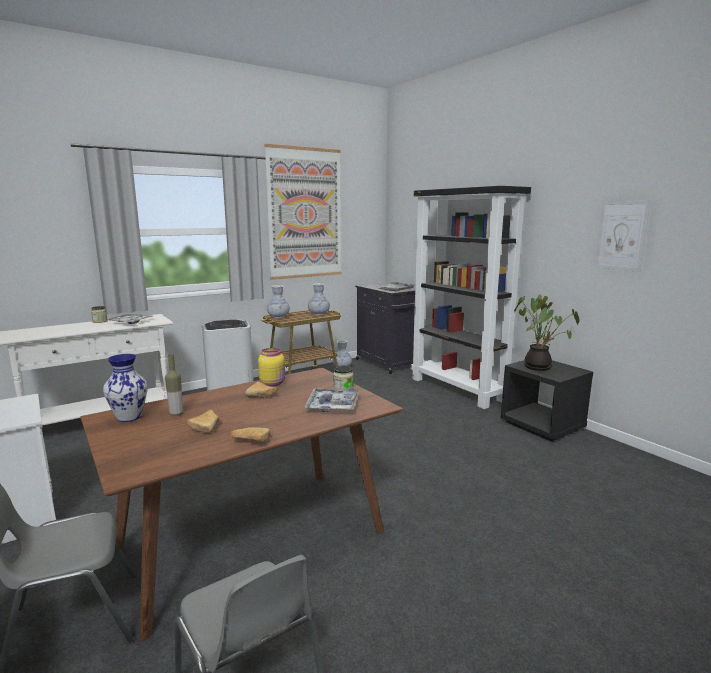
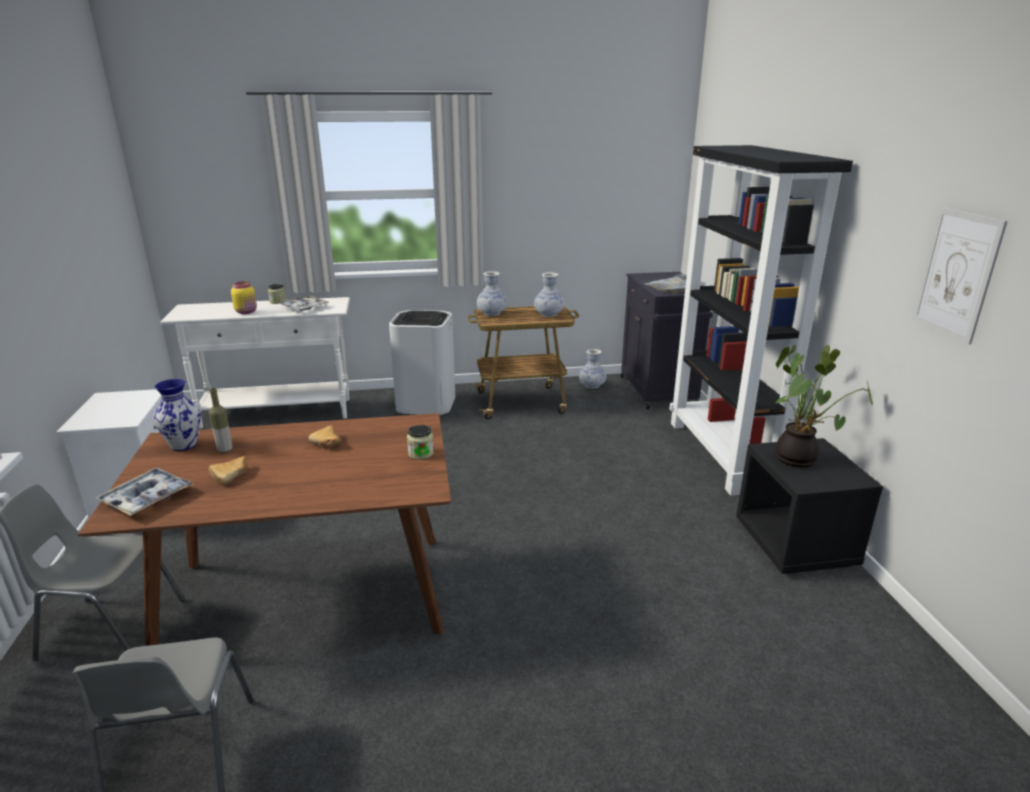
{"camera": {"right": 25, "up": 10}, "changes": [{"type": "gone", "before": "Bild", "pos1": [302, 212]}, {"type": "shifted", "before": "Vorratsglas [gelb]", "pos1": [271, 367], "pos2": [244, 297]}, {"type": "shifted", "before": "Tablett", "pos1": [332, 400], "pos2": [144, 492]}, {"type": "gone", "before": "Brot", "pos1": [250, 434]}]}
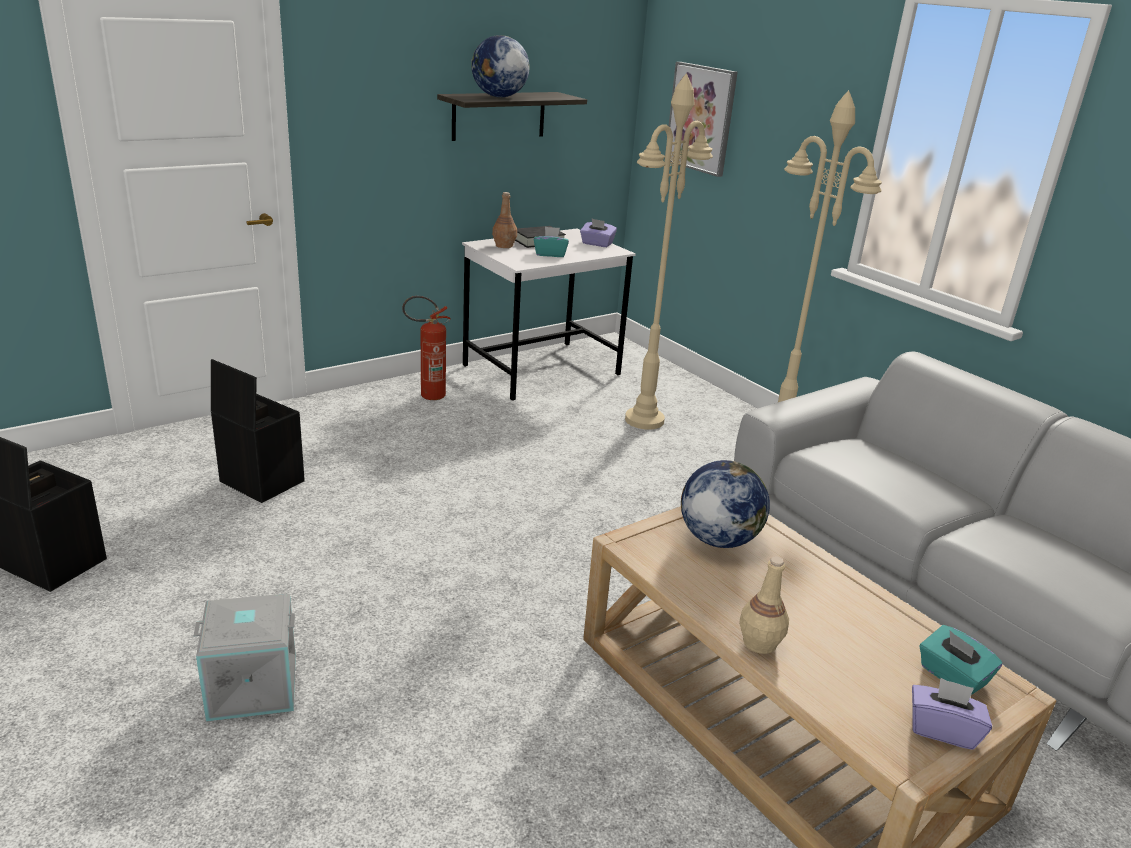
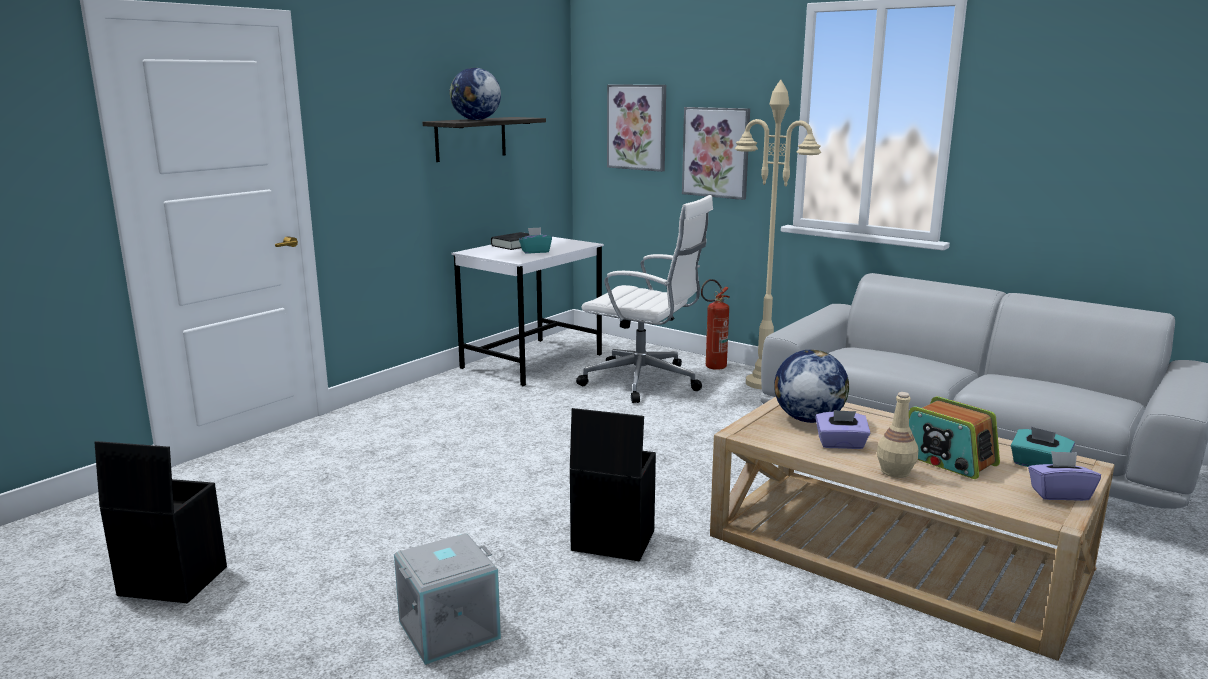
{"camera": {"right": -15, "up": -10}, "changes": [{"type": "swapped", "before": "Stehlampe [beige]", "after": "Bürostuhl [weiß]", "pos1": [669, 251], "pos2": [644, 299]}, {"type": "gone", "before": "Flasche [braun]", "pos1": [504, 220]}, {"type": "shifted", "before": "Taschentuchbox [lila]", "pos1": [598, 232], "pos2": [843, 429]}, {"type": "shifted", "before": "Feuerlöscher", "pos1": [426, 348], "pos2": [715, 324]}, {"type": "shifted", "before": "Aufbewahrungsbox [schwarz]", "pos1": [258, 431], "pos2": [613, 484]}, {"type": "new", "after": "Bild", "pos2": [716, 153]}, {"type": "new", "after": "Radio", "pos2": [954, 437]}]}
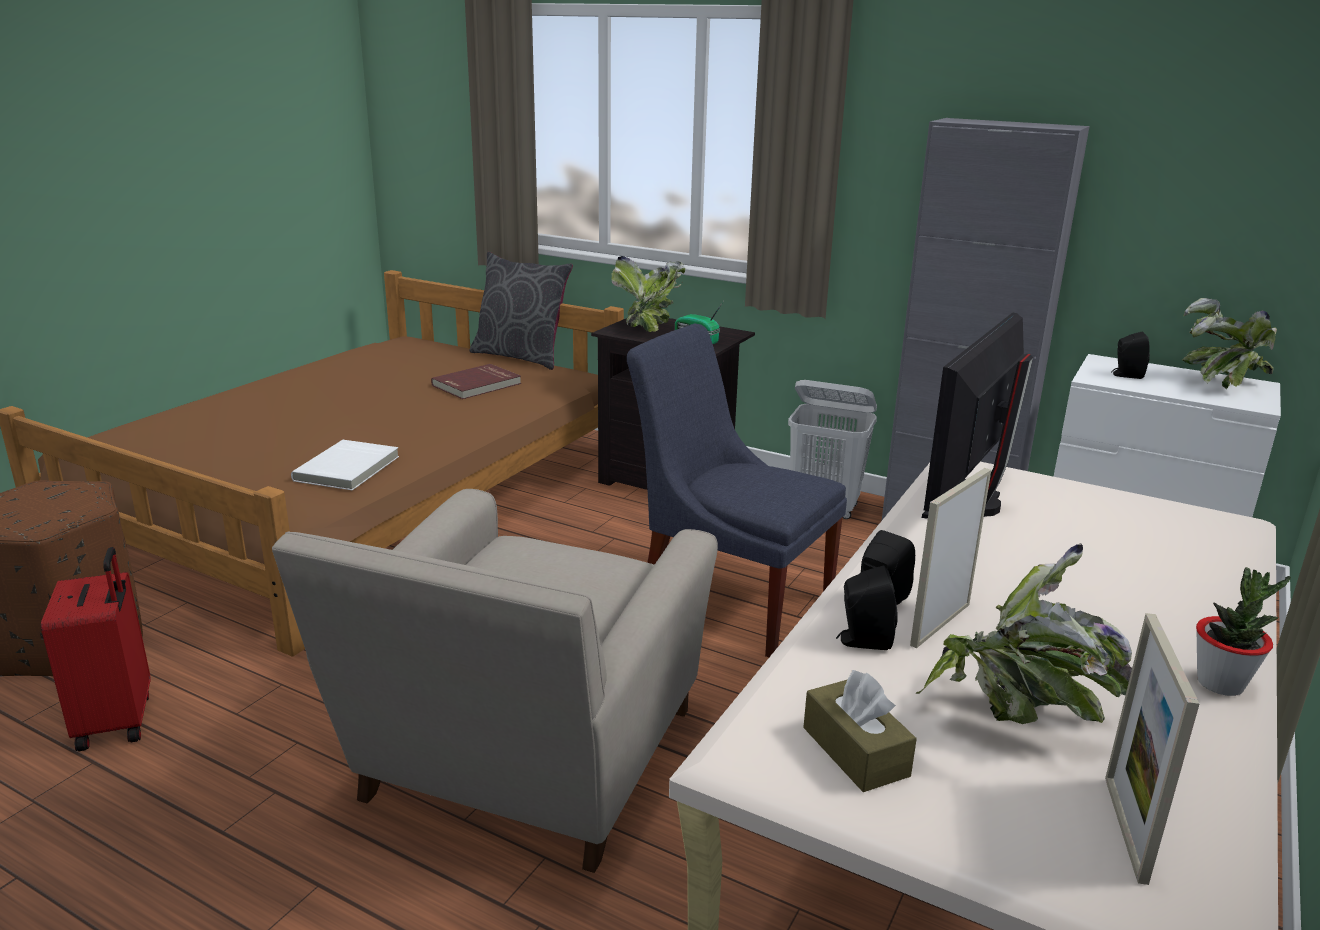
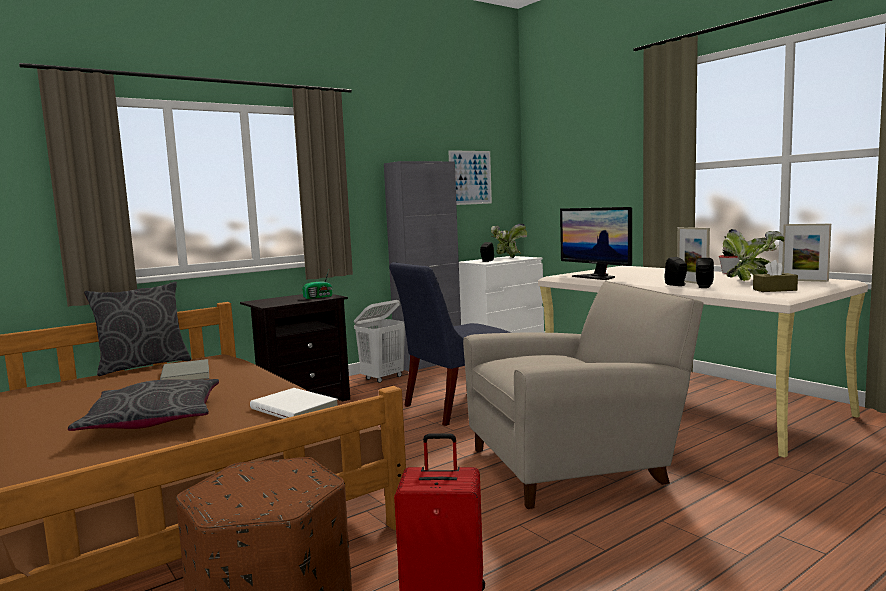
{"camera": {"right": -65, "up": -15}, "changes": [{"type": "gone", "before": "Topfpflanze", "pos1": [648, 294]}, {"type": "repainted", "before": "Buch [rot]", "after": "Buch [grau]", "pos1": [476, 381], "pos2": [184, 369]}, {"type": "rotated", "before": "Sessel [beige]", "pos1": [495, 681], "pos2": [583, 395], "turn": -60}, {"type": "new", "after": "Bild", "pos2": [470, 177]}, {"type": "new", "after": "Kissen [grau]", "pos2": [143, 405]}]}
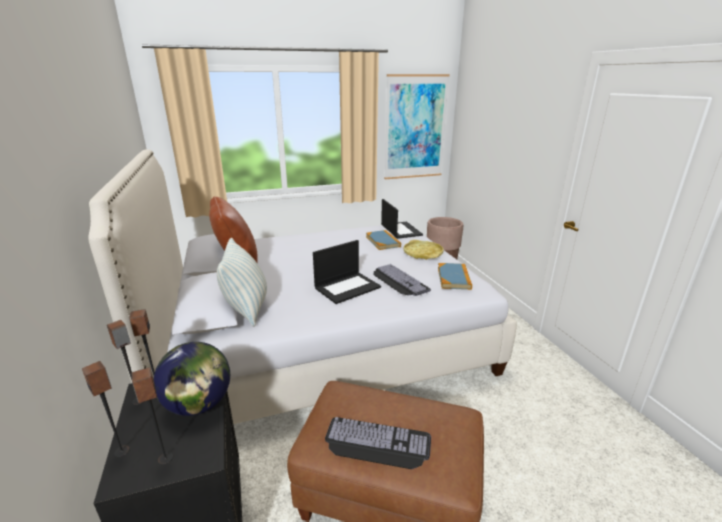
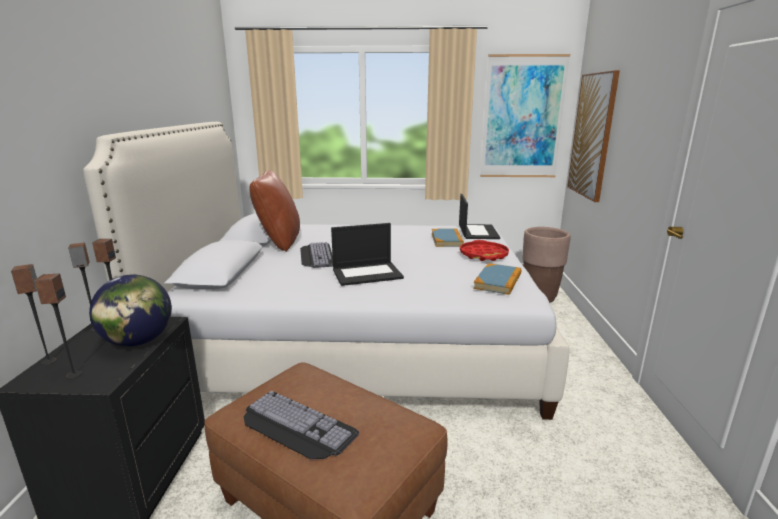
{"camera": {"right": 20, "up": -5}, "changes": [{"type": "gone", "before": "Kissen", "pos1": [242, 282]}, {"type": "repainted", "before": "Tablett [gelb]", "after": "Tablett [rot]", "pos1": [424, 250], "pos2": [484, 250]}, {"type": "shifted", "before": "Tastatur", "pos1": [402, 280], "pos2": [316, 255]}, {"type": "new", "after": "Bild", "pos2": [593, 136]}]}
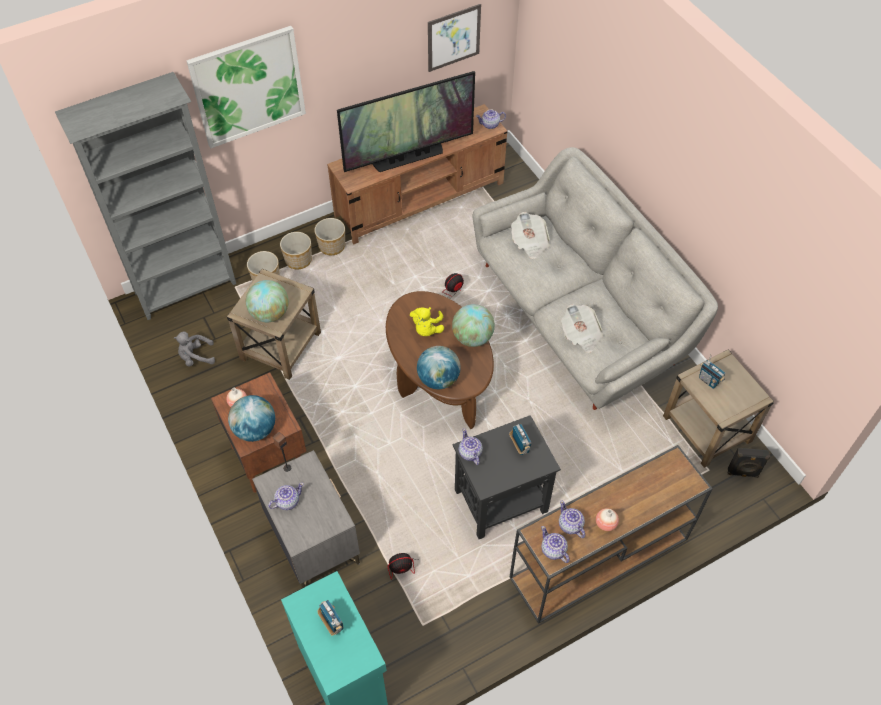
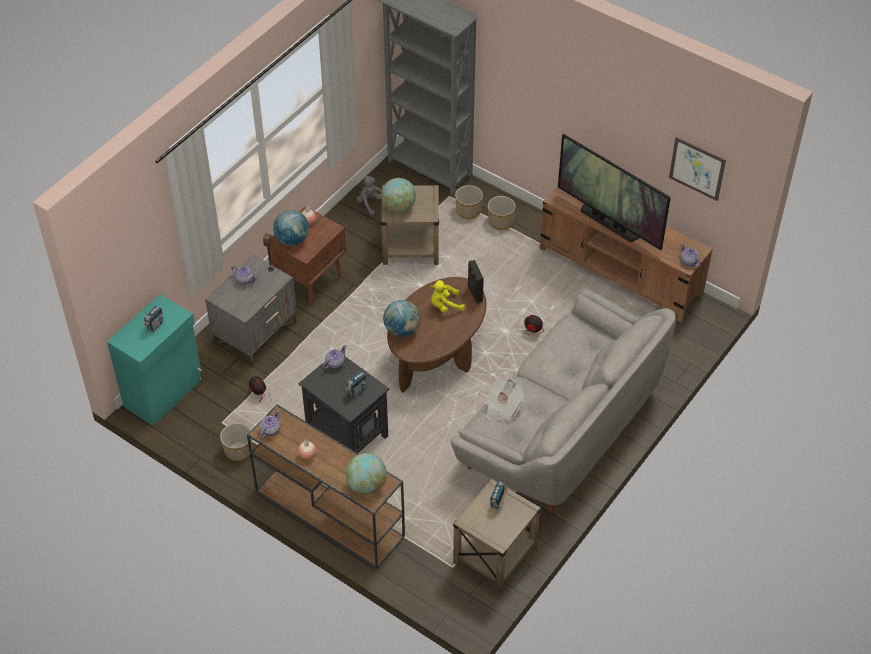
{"camera": {"right": 65, "up": -5}, "changes": [{"type": "gone", "before": "Bild", "pos1": [246, 87]}, {"type": "gone", "before": "Zeitung", "pos1": [530, 235]}, {"type": "shifted", "before": "Pflanzkübel", "pos1": [329, 236], "pos2": [236, 442]}, {"type": "shifted", "before": "Globus", "pos1": [473, 325], "pos2": [366, 474]}, {"type": "shifted", "before": "Lautsprecher [schwarz]", "pos1": [749, 463], "pos2": [476, 282]}, {"type": "gone", "before": "Teekanne", "pos1": [572, 519]}]}
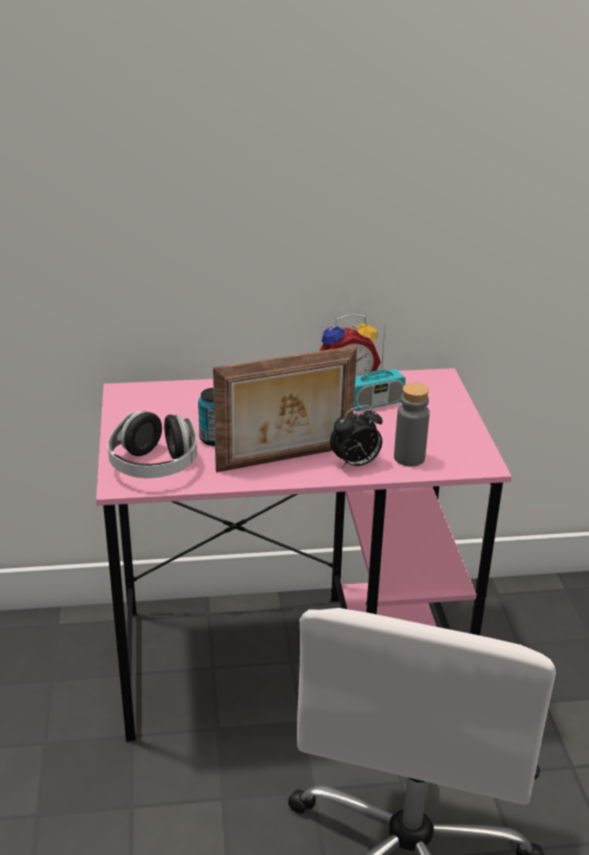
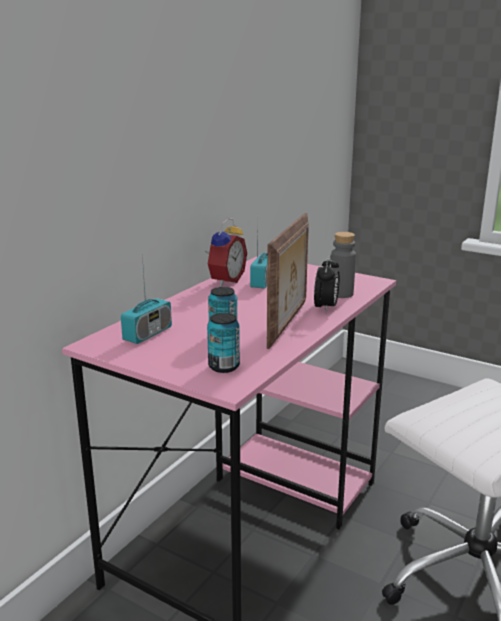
{"camera": {"right": -50, "up": -10}, "changes": [{"type": "swapped", "before": "Kopfhörer", "after": "Dose", "pos1": [152, 444], "pos2": [223, 343]}, {"type": "new", "after": "Radio", "pos2": [146, 299]}]}
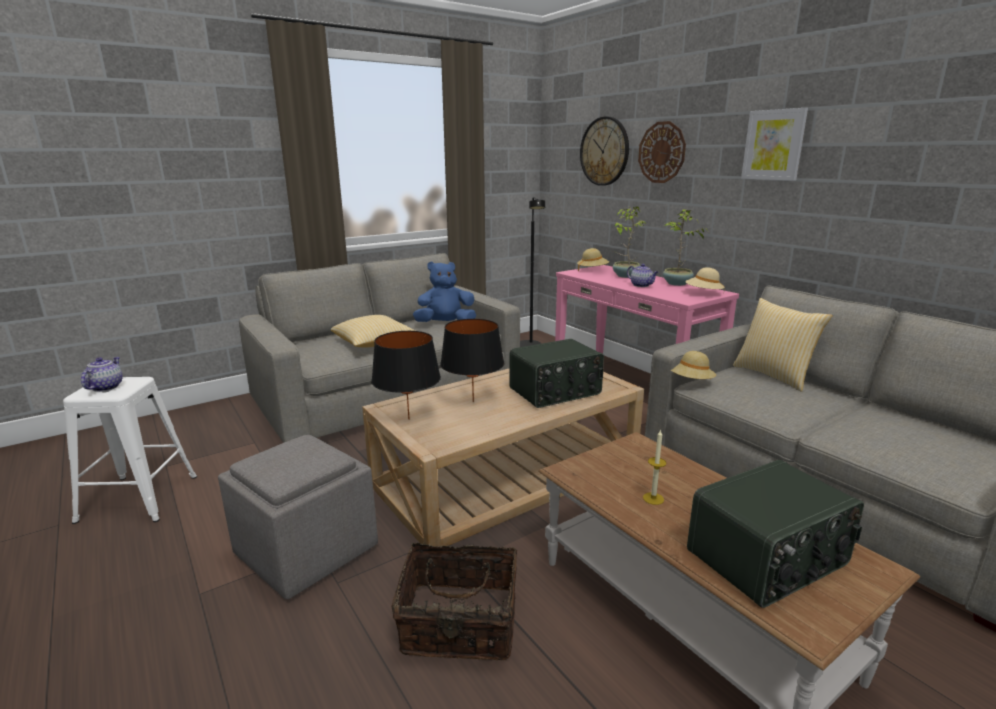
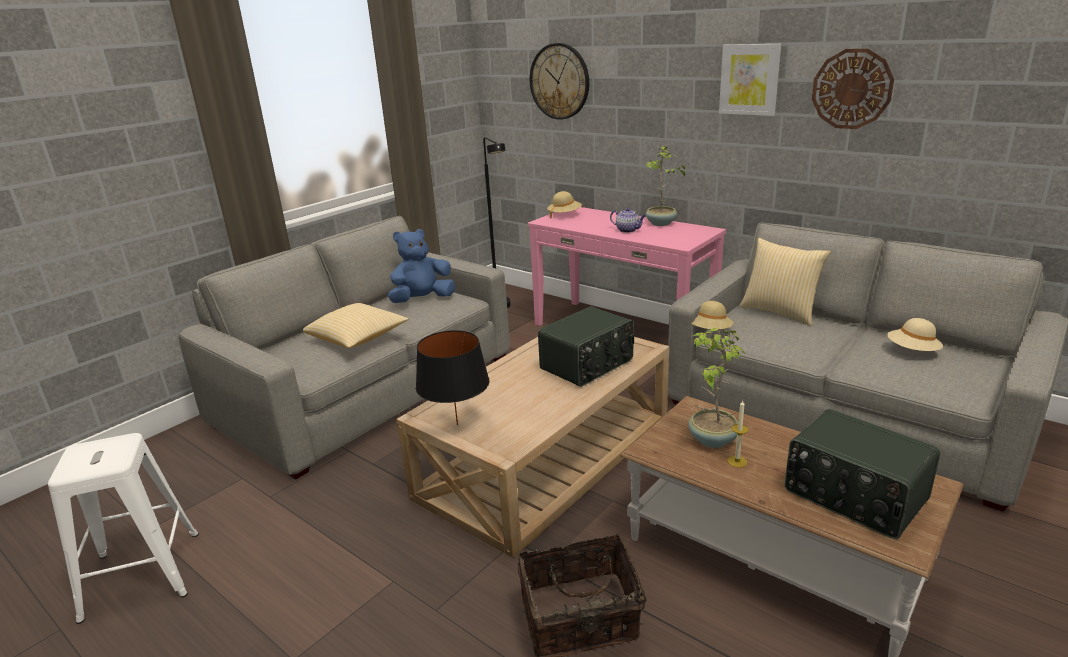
{"camera": {"right": -15, "up": 5}, "changes": [{"type": "shifted", "before": "Wanduhr", "pos1": [662, 152], "pos2": [853, 89]}, {"type": "shifted", "before": "Topfpflanze", "pos1": [630, 242], "pos2": [716, 388]}, {"type": "shifted", "before": "Hut [beige]", "pos1": [705, 278], "pos2": [915, 334]}, {"type": "gone", "before": "Tischlampe [schwarz]", "pos1": [472, 360]}, {"type": "gone", "before": "Teekanne", "pos1": [101, 374]}, {"type": "gone", "before": "Polsterhocker [grau]", "pos1": [298, 517]}, {"type": "rotated", "before": "Radio", "pos1": [775, 534], "pos2": [862, 474], "turn": 90}]}
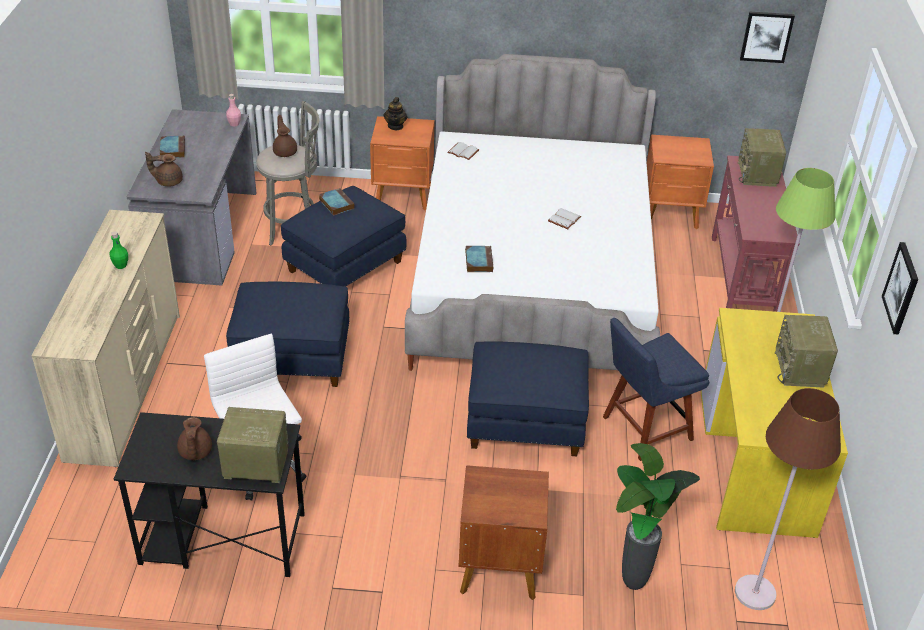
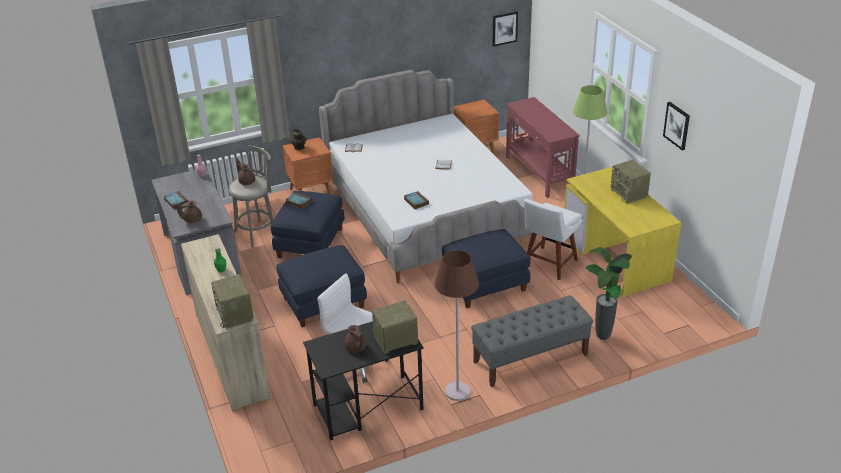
{"camera": {"right": -25, "up": -5}, "changes": [{"type": "shifted", "before": "Radio", "pos1": [762, 157], "pos2": [232, 301]}, {"type": "repainted", "before": "Stuhl [blau]", "after": "Stuhl [weiß]", "pos1": [656, 389], "pos2": [553, 239]}, {"type": "shifted", "before": "Stehlampe [braun]", "pos1": [788, 499], "pos2": [457, 325]}, {"type": "swapped", "before": "Nachttisch [braun]", "after": "Bank [grau]", "pos1": [503, 532], "pos2": [532, 341]}]}
